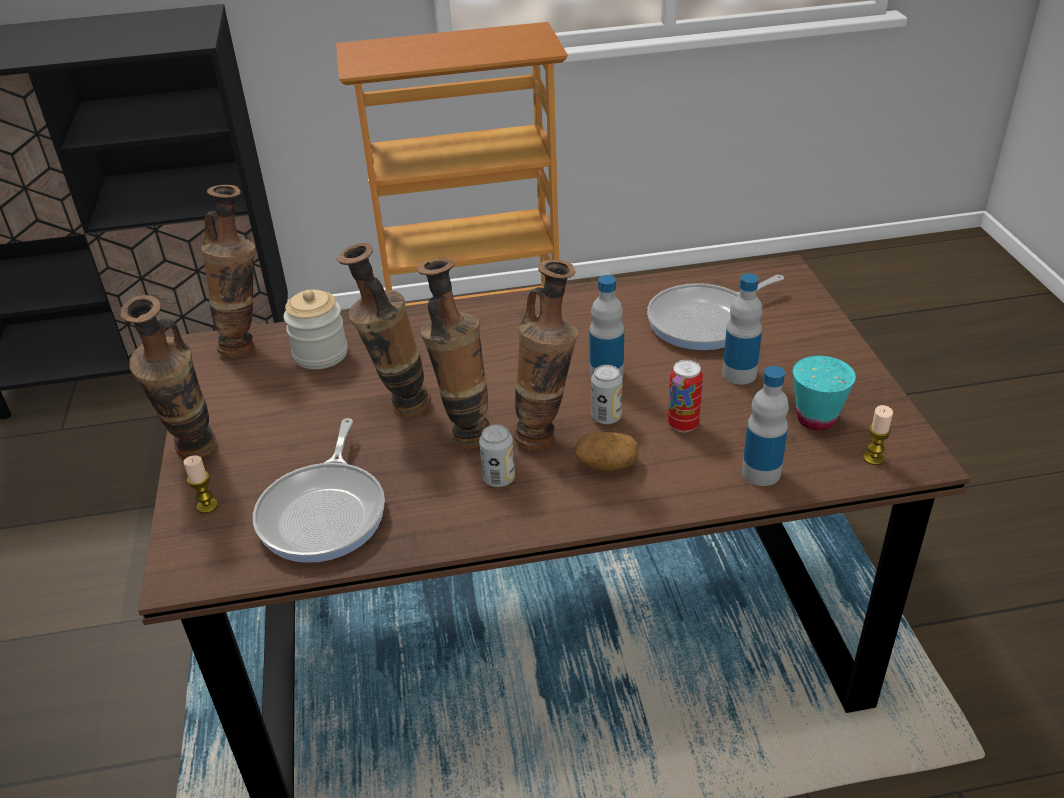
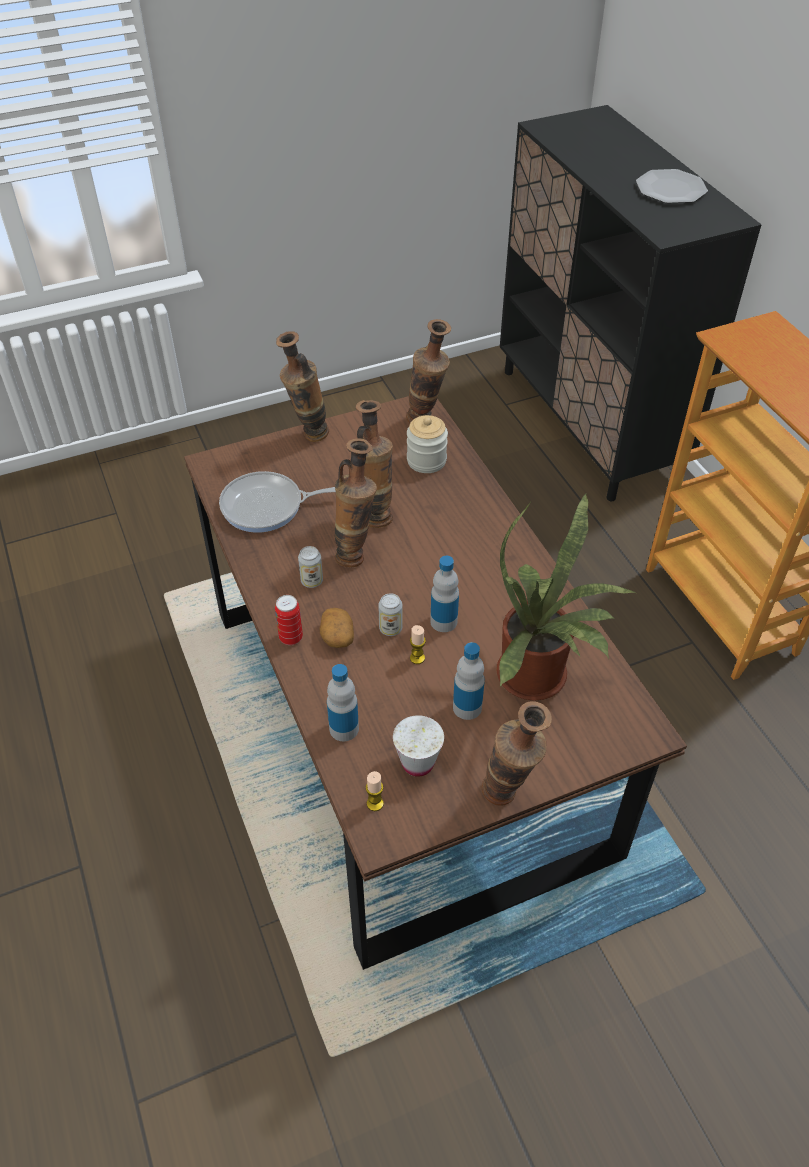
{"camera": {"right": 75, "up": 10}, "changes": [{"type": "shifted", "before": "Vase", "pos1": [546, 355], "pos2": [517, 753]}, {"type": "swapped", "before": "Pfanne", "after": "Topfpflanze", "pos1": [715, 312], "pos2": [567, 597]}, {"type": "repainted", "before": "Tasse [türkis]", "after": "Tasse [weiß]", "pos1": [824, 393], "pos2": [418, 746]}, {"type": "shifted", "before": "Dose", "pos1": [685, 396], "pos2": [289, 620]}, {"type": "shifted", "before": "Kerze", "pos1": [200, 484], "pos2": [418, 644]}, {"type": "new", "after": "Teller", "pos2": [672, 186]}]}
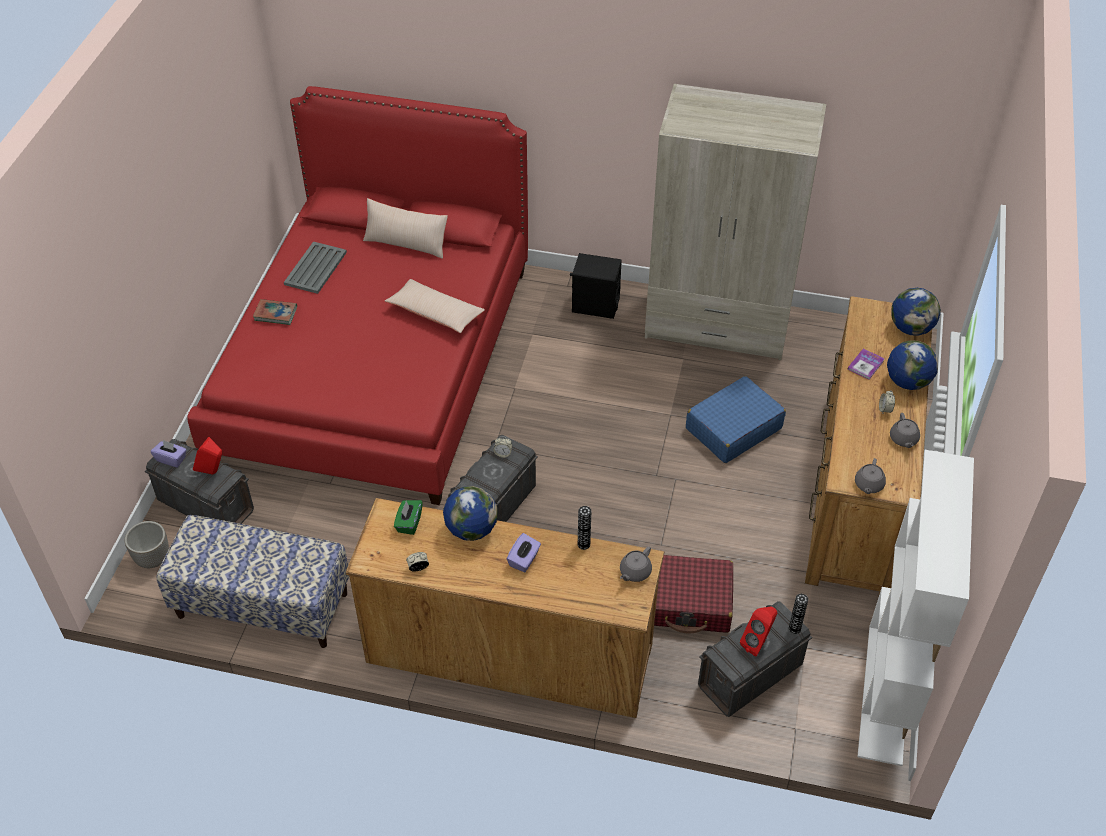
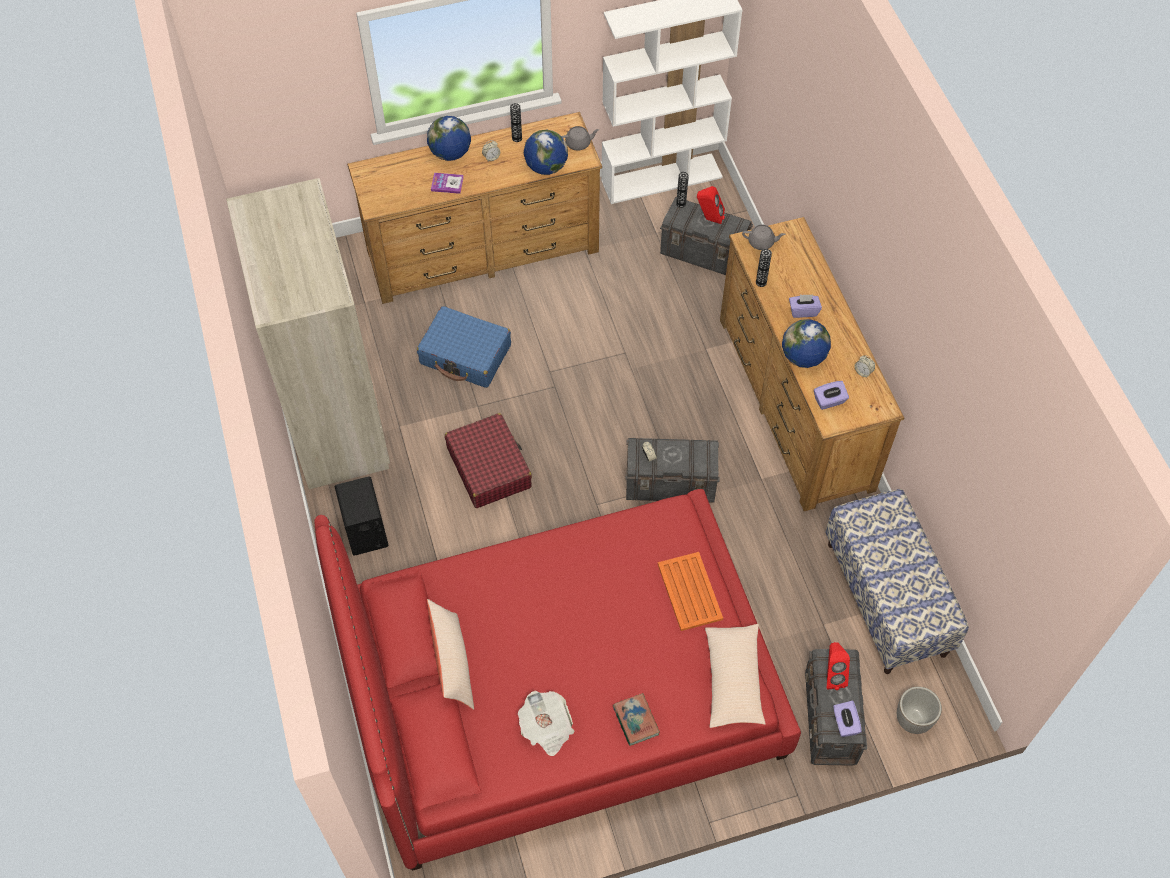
{"camera": {"right": -120, "up": 10}, "changes": [{"type": "swapped", "before": "Tablett [grau]", "after": "Zeitung", "pos1": [315, 267], "pos2": [546, 723]}, {"type": "shifted", "before": "Kissen [beige]", "pos1": [435, 306], "pos2": [735, 676]}, {"type": "shifted", "before": "Globus", "pos1": [916, 311], "pos2": [546, 152]}, {"type": "swapped", "before": "Teekanne [grau]", "after": "Vase", "pos1": [905, 430], "pos2": [516, 122]}, {"type": "repainted", "before": "Taschentuchbox [grün]", "after": "Taschentuchbox [lila]", "pos1": [408, 517], "pos2": [831, 395]}, {"type": "shifted", "before": "Koffer [rot]", "pos1": [693, 594], "pos2": [488, 460]}, {"type": "new", "after": "Tablett [orange]", "pos2": [690, 591]}]}
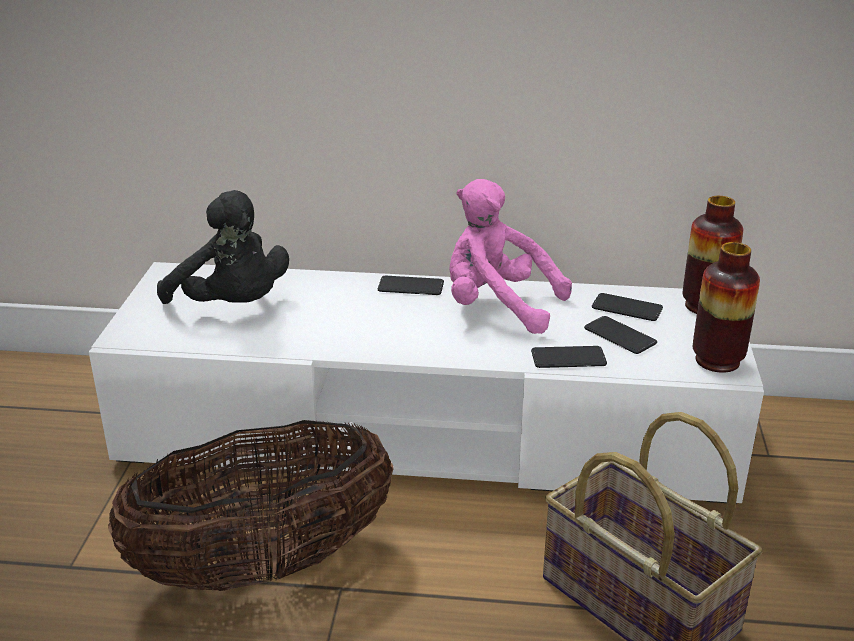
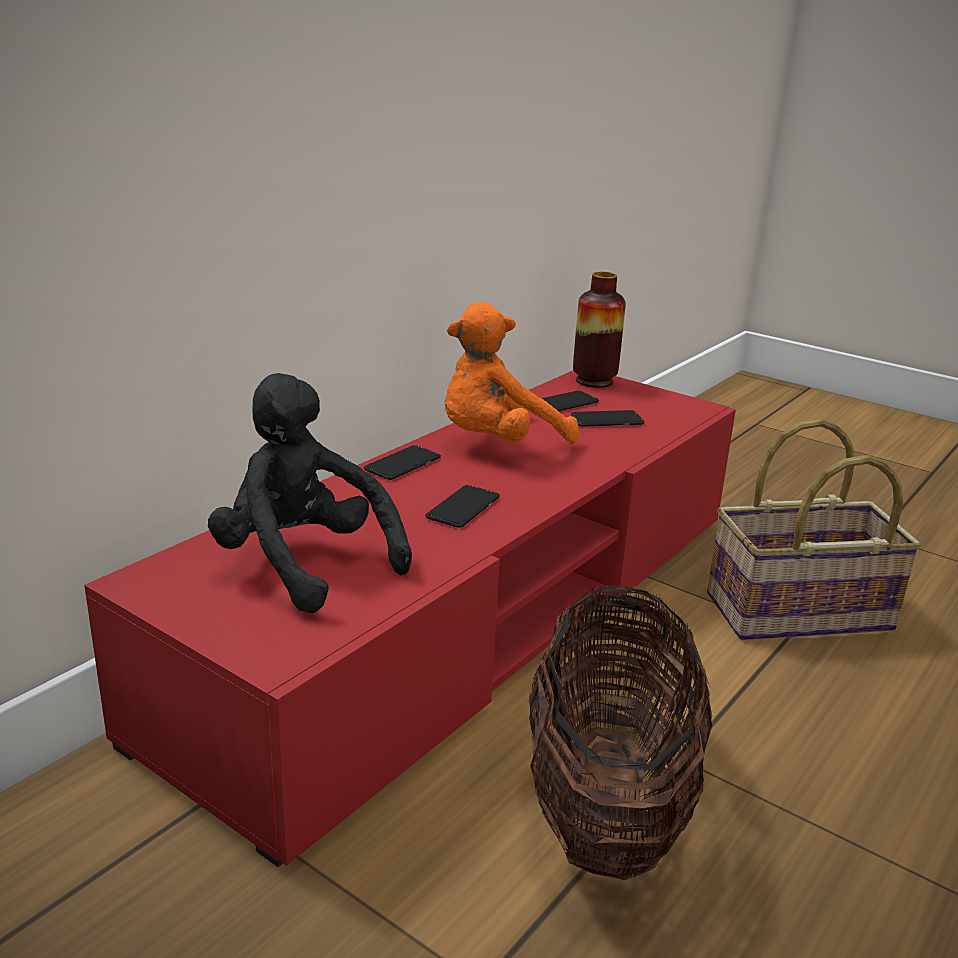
{"camera": {"right": -60, "up": -5}, "changes": [{"type": "repainted", "before": "Plüschtier [rosa]", "after": "Plüschtier [orange]", "pos1": [510, 256], "pos2": [512, 373]}, {"type": "rotated", "before": "Plüschtier [schwarz]", "pos1": [223, 247], "pos2": [310, 493], "turn": -120}, {"type": "gone", "before": "Vase", "pos1": [726, 307]}, {"type": "repainted", "before": "Fernsehschrank [weiß]", "after": "Fernsehschrank [rot]", "pos1": [426, 383], "pos2": [410, 619]}, {"type": "shifted", "before": "Handy", "pos1": [569, 357], "pos2": [463, 506]}]}
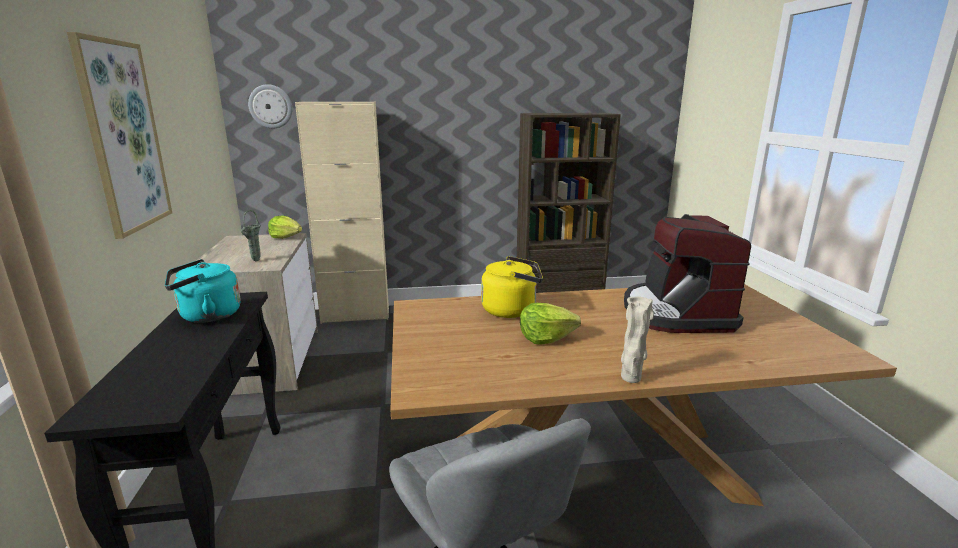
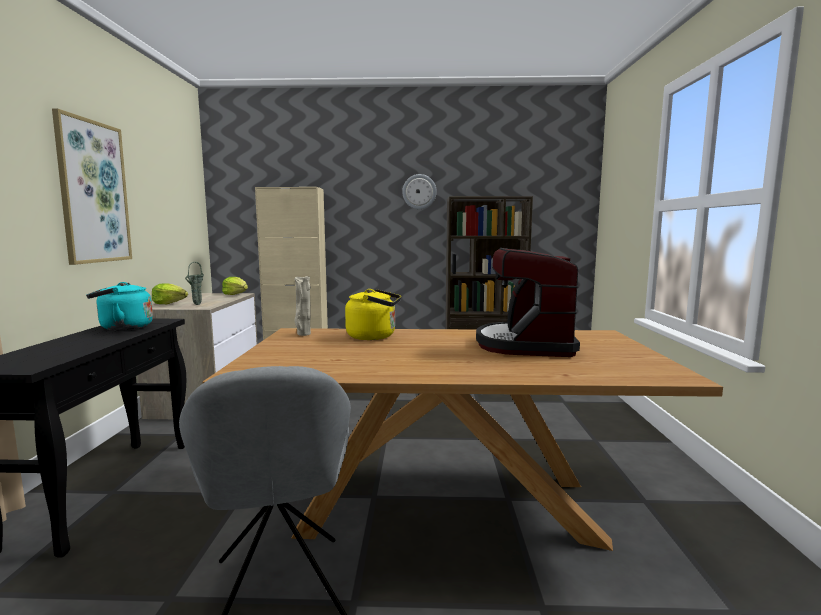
{"camera": {"right": 10, "up": -10}, "changes": [{"type": "shifted", "before": "Wanduhr", "pos1": [270, 106], "pos2": [419, 191]}, {"type": "shifted", "before": "Vase [beige]", "pos1": [637, 340], "pos2": [302, 306]}, {"type": "shifted", "before": "Salatkopf", "pos1": [550, 324], "pos2": [170, 293]}]}
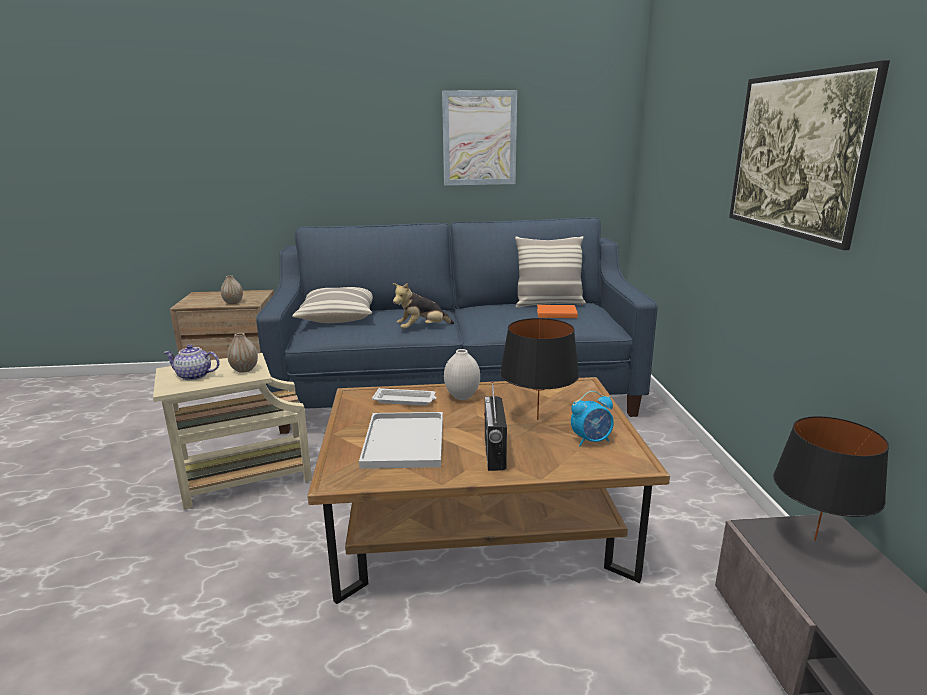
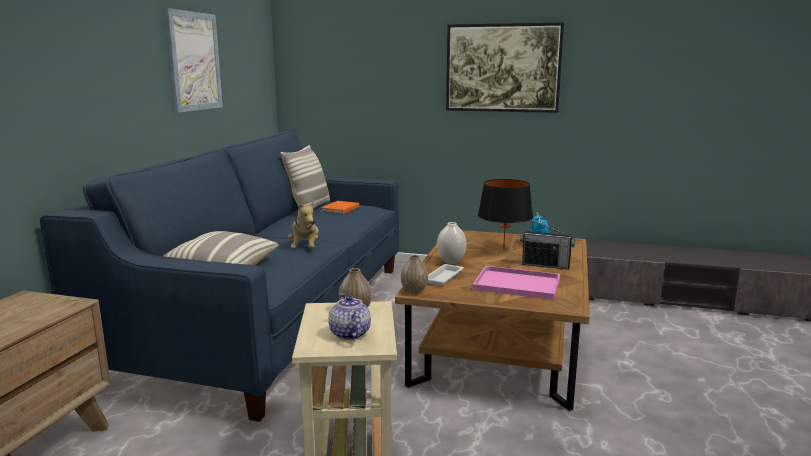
{"camera": {"right": -70, "up": -5}, "changes": [{"type": "shifted", "before": "Vase", "pos1": [232, 289], "pos2": [414, 274]}, {"type": "rotated", "before": "Teekanne", "pos1": [191, 363], "pos2": [350, 316], "turn": 135}, {"type": "repainted", "before": "Tablett [weiß]", "after": "Tablett [rosa]", "pos1": [401, 440], "pos2": [516, 283]}, {"type": "gone", "before": "Tischlampe [schwarz]", "pos1": [831, 478]}]}
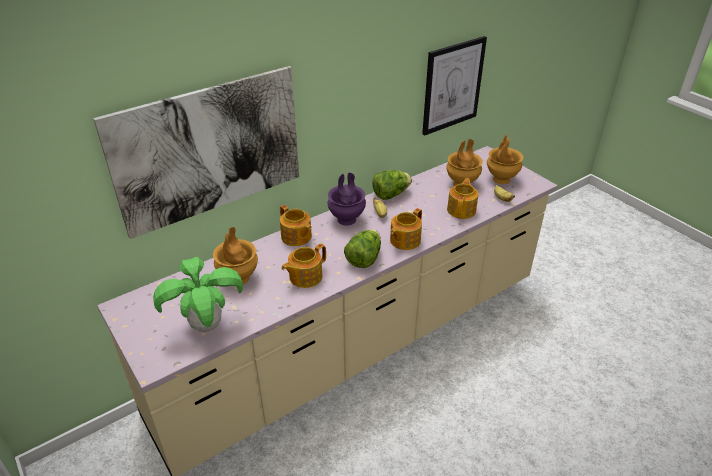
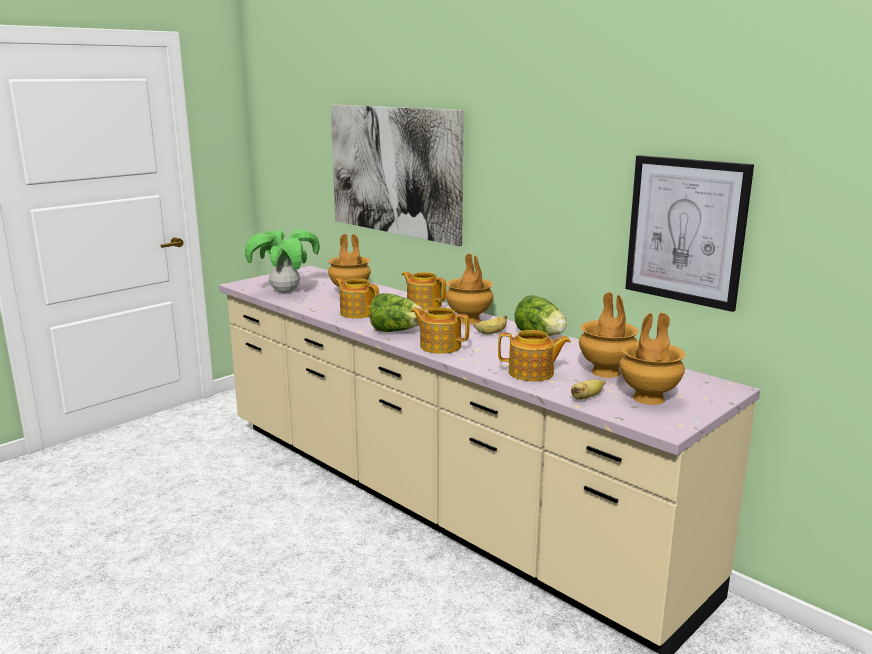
{"camera": {"right": 80, "up": -20}, "changes": [{"type": "repainted", "before": "Vase [lila]", "after": "Vase [braun]", "pos1": [347, 199], "pos2": [470, 288]}, {"type": "rotated", "before": "Teekanne", "pos1": [296, 225], "pos2": [424, 290], "turn": 90}]}
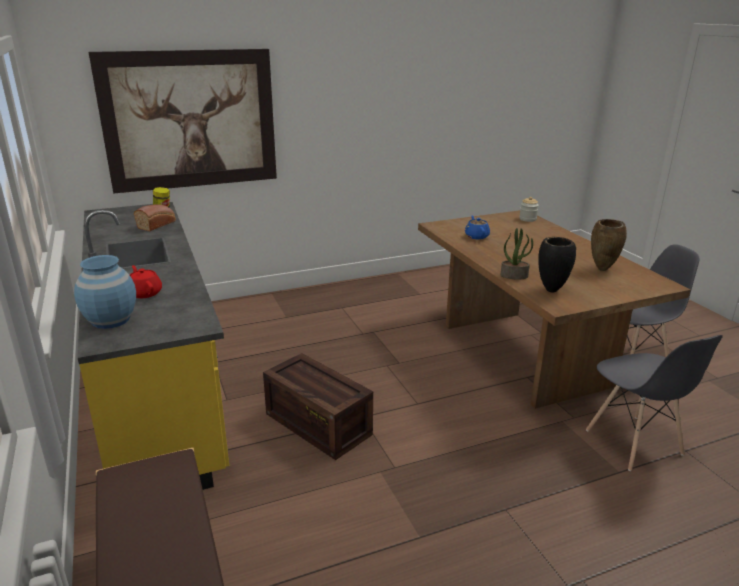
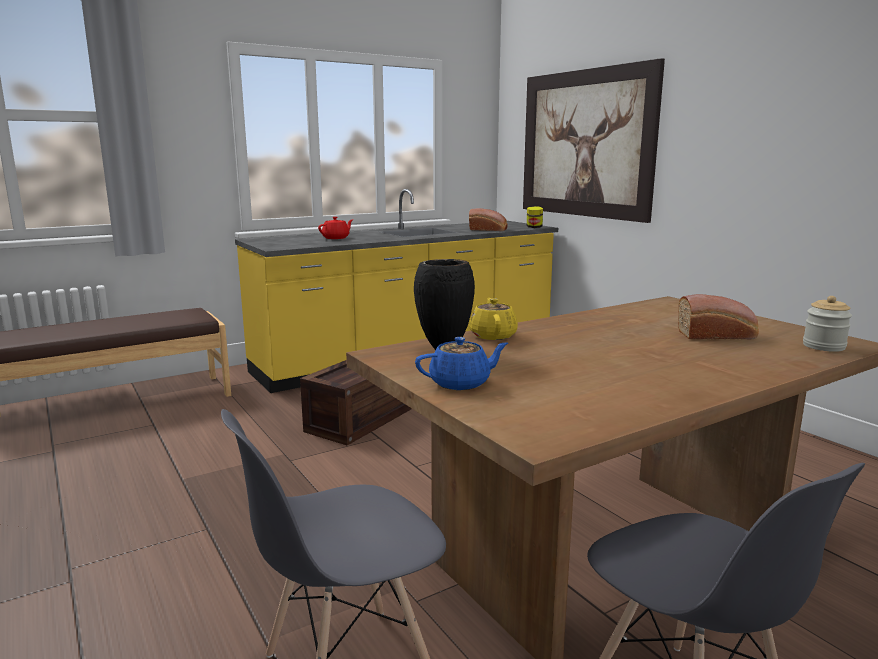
{"camera": {"right": 80, "up": -10}, "changes": [{"type": "shifted", "before": "Teekanne [blau]", "pos1": [477, 227], "pos2": [461, 363]}, {"type": "gone", "before": "Vase [braun]", "pos1": [609, 245]}, {"type": "swapped", "before": "Topfpflanze", "after": "Teekanne [gelb]", "pos1": [516, 253], "pos2": [493, 319]}, {"type": "gone", "before": "Vase [blau]", "pos1": [105, 292]}, {"type": "new", "after": "Brot", "pos2": [718, 316]}]}
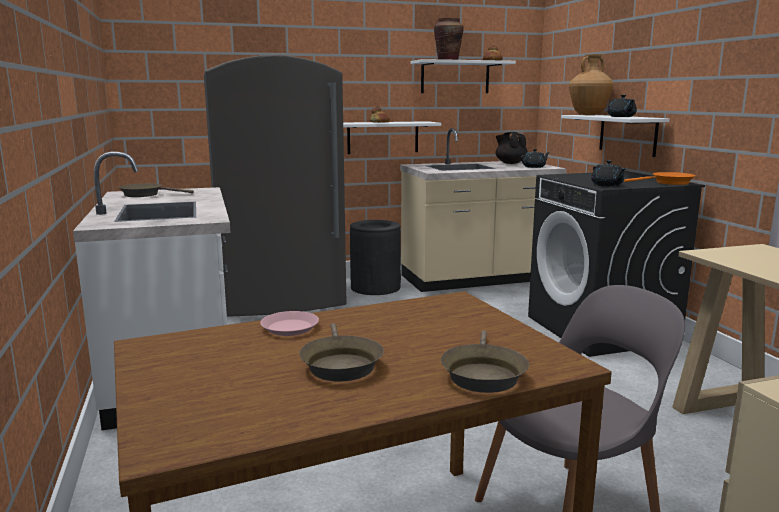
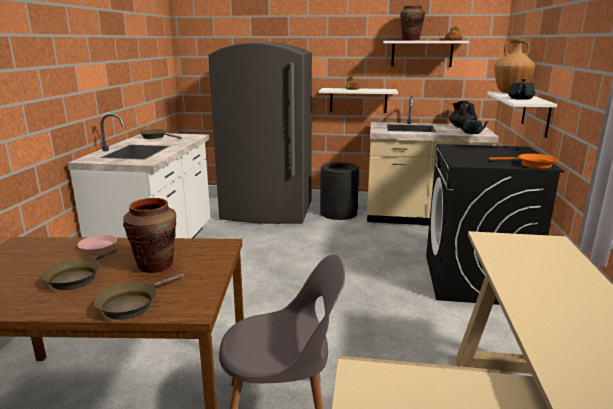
{"camera": {"right": 25, "up": 5}, "changes": [{"type": "gone", "before": "Teekanne [schwarz]", "pos1": [608, 173]}, {"type": "new", "after": "Vase [braun]", "pos2": [149, 235]}]}
